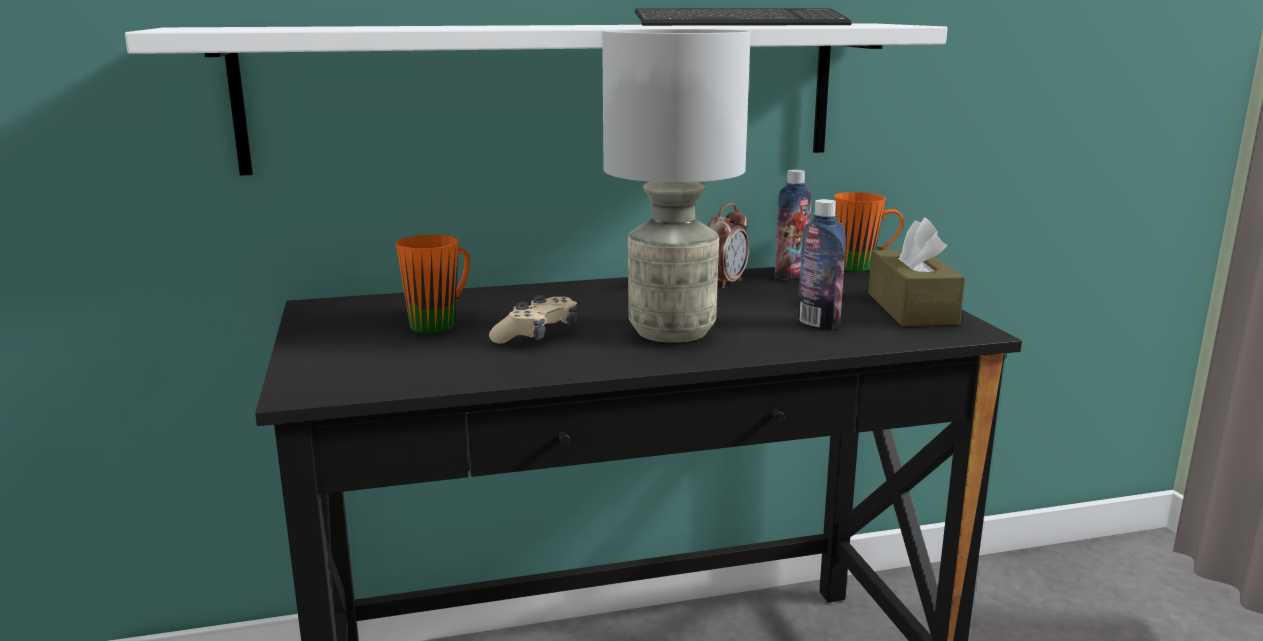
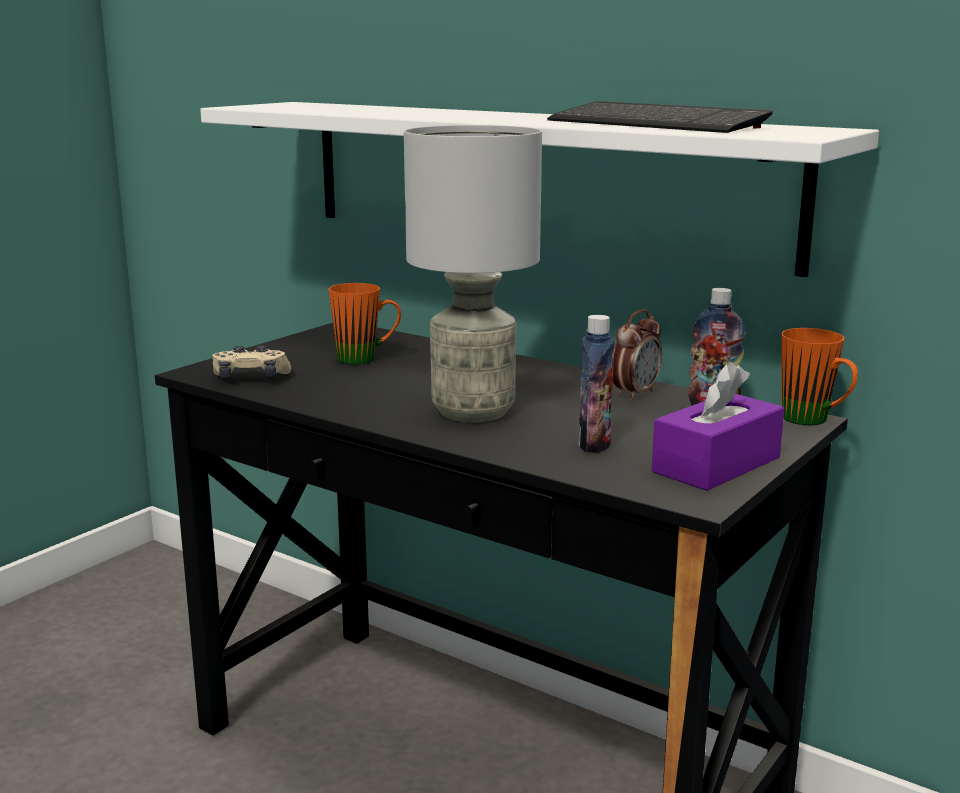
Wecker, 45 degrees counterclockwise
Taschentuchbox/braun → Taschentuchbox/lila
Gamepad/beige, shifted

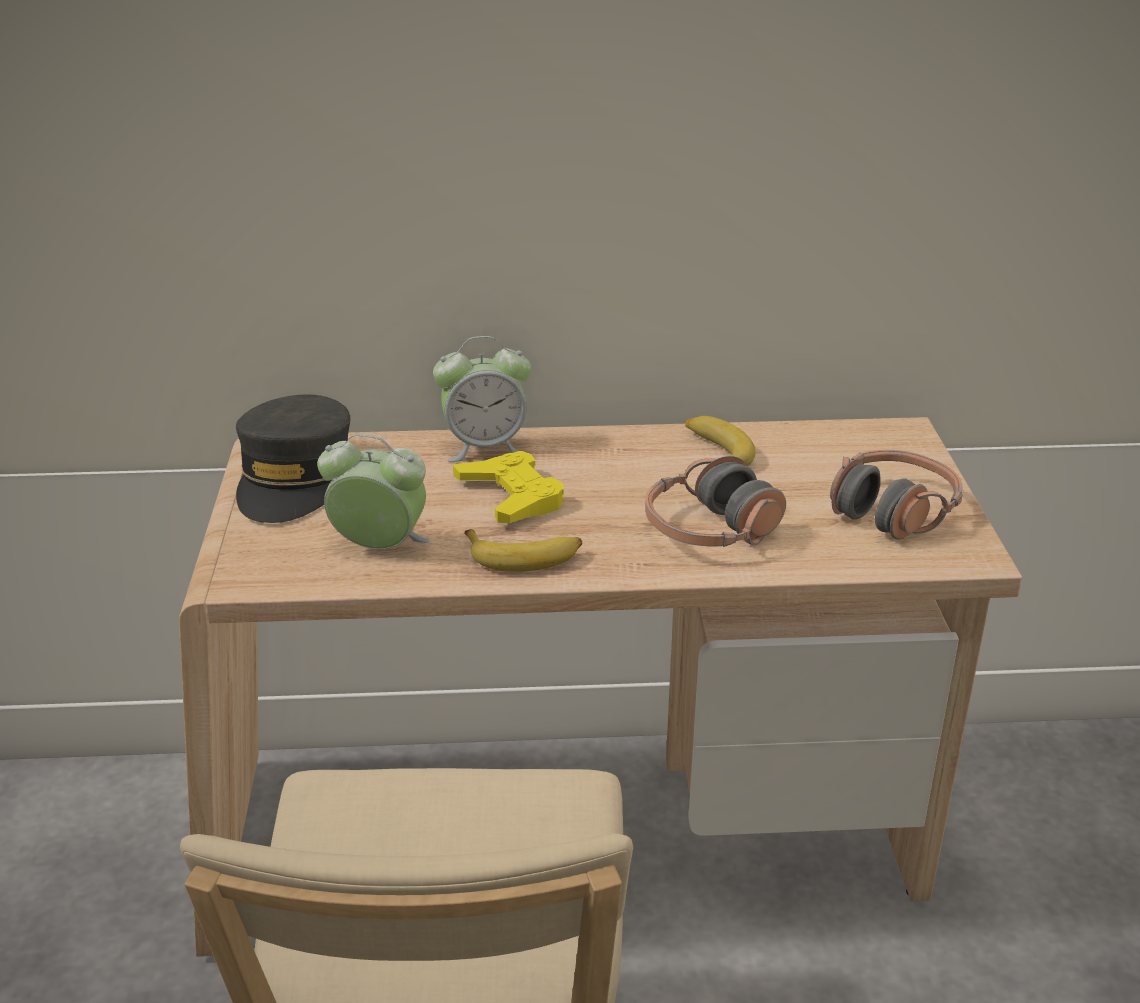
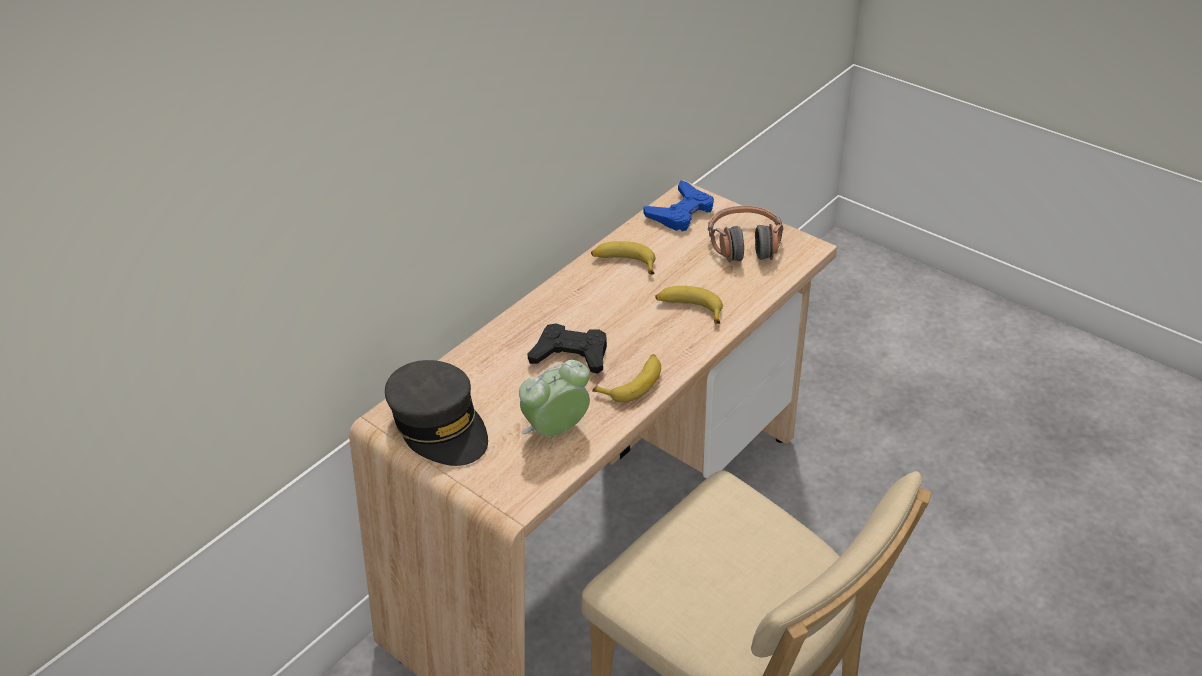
Wecker (no. 2 from left) → -
Gamepad/gelb → Gamepad/schwarz
Kopfhörer (no. 1 from left) → Banane (no. 3 from left)
- → Gamepad/blau

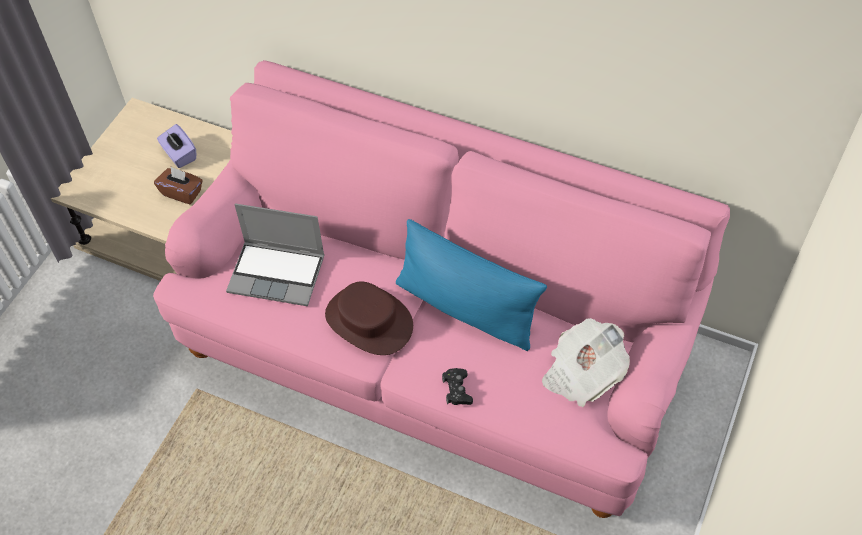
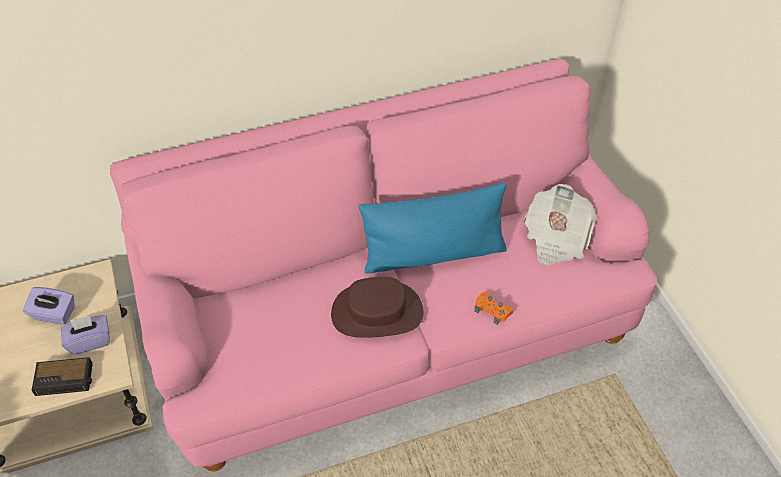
Taschentuchbox/braun → Taschentuchbox/lila (no. 2 from left)
Laptop → -
Gamepad/schwarz → Gamepad/orange
- → Wecker

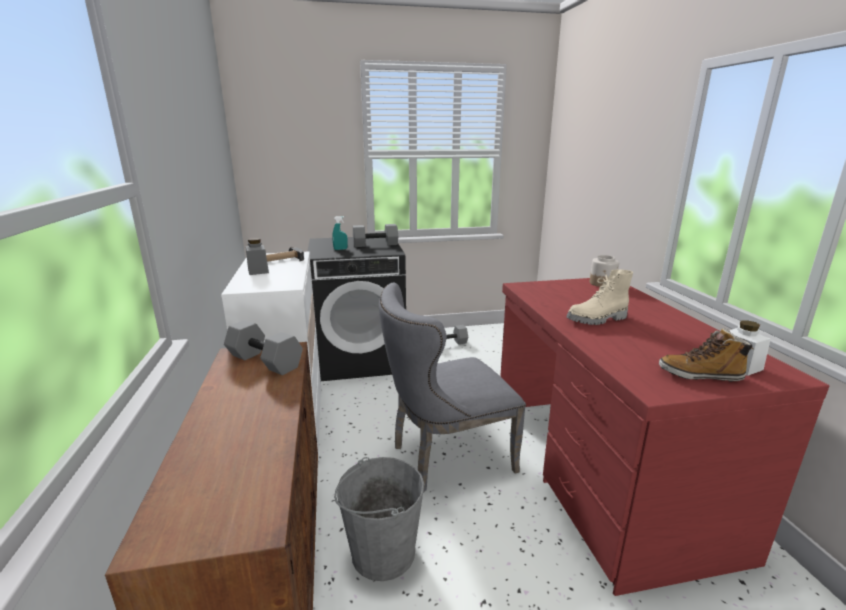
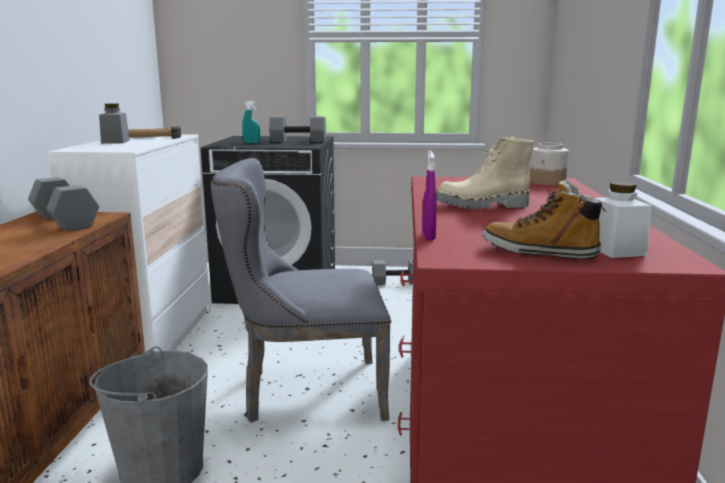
- → Sprühflasche/lila

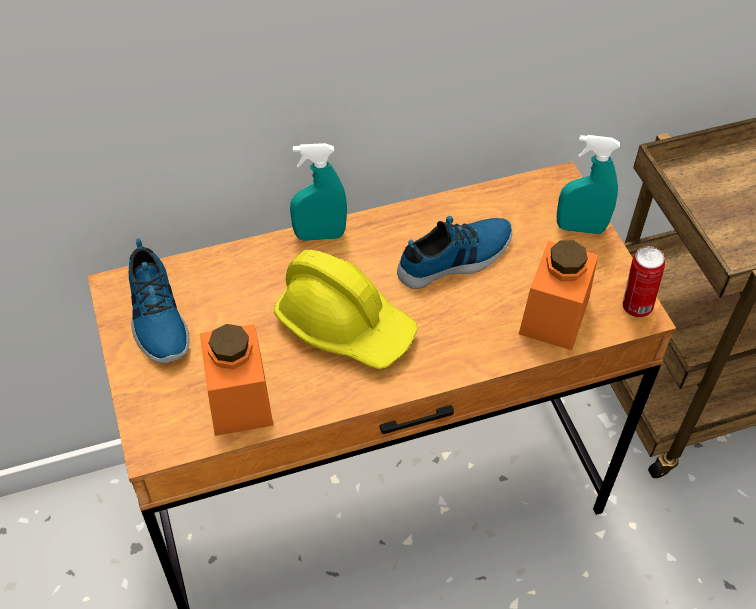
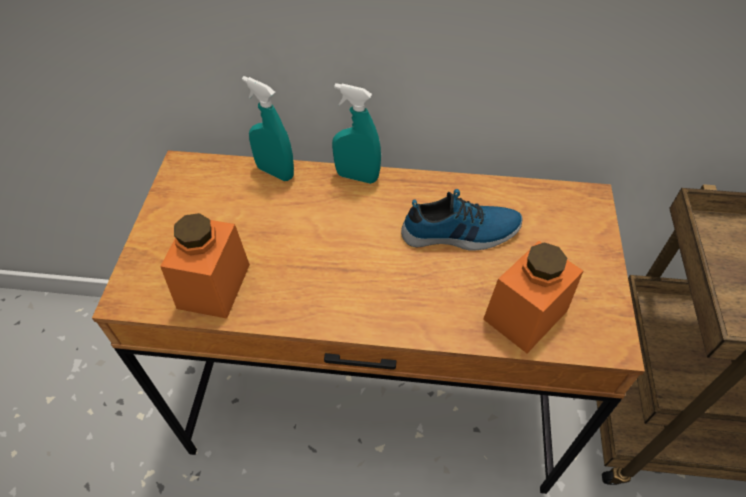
Sprühflasche/türkis (no. 2 from left in the first image) → Sprühflasche/türkis (no. 1 from left), shifted
Schuh (no. 1 from left) → -
Dose → -
Schutzhelm/gelb → -

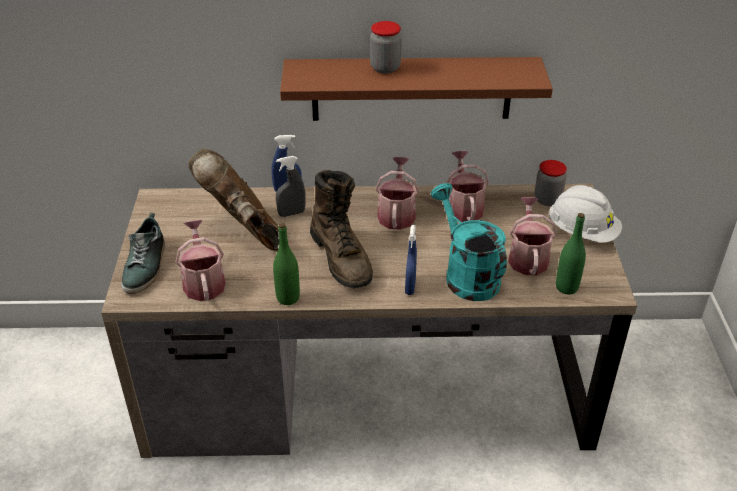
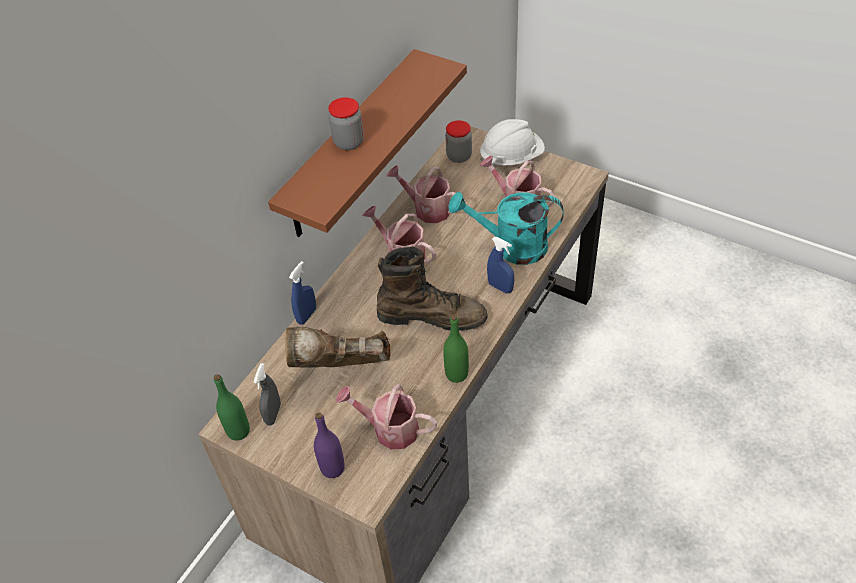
Sprühflasche/grau, shifted
Schuh → Flasche/lila
Flasche/grün (no. 2 from left in the first image) → Flasche/grün (no. 1 from left), shifted

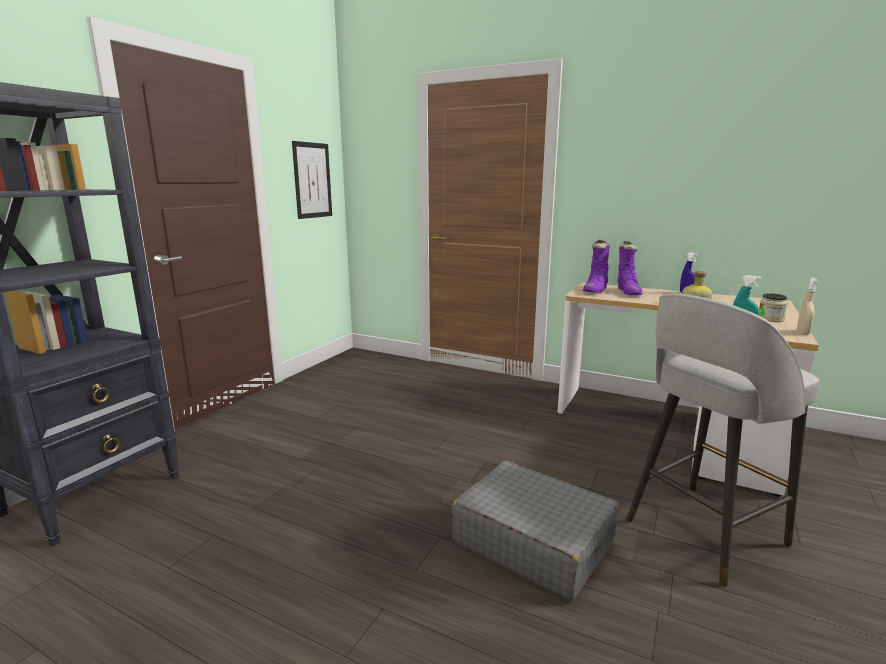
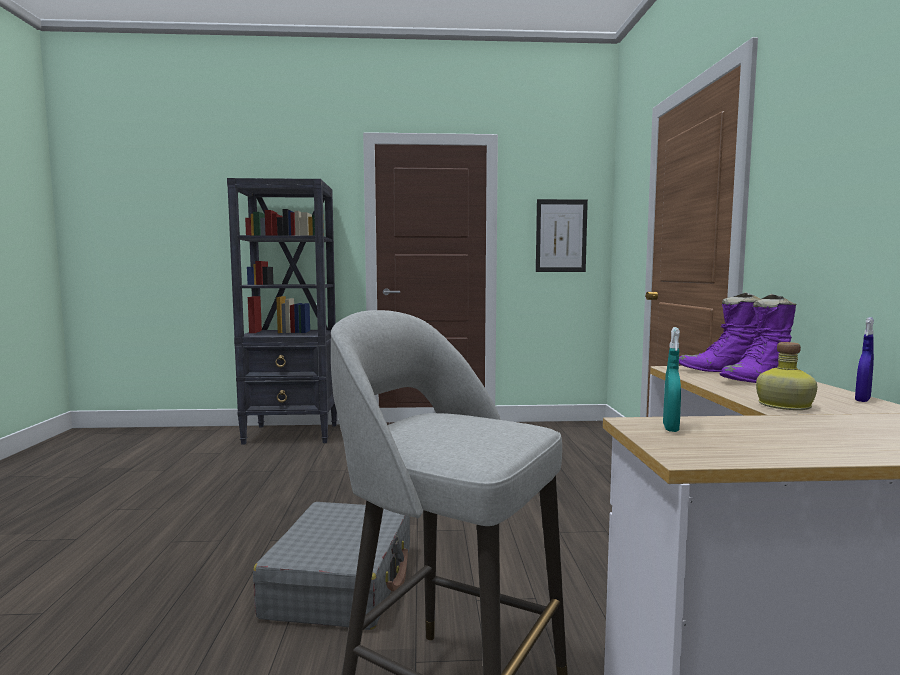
Sprühflasche/beige → -
Vorratsglas → -

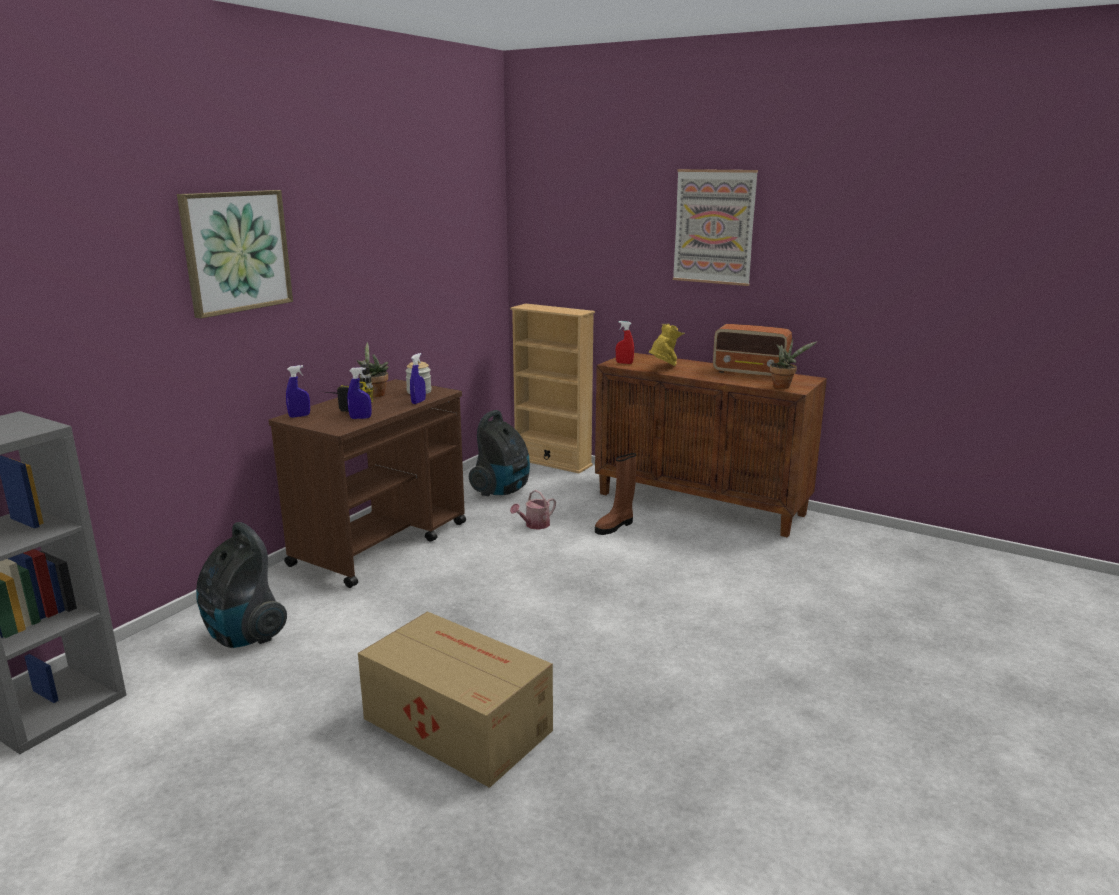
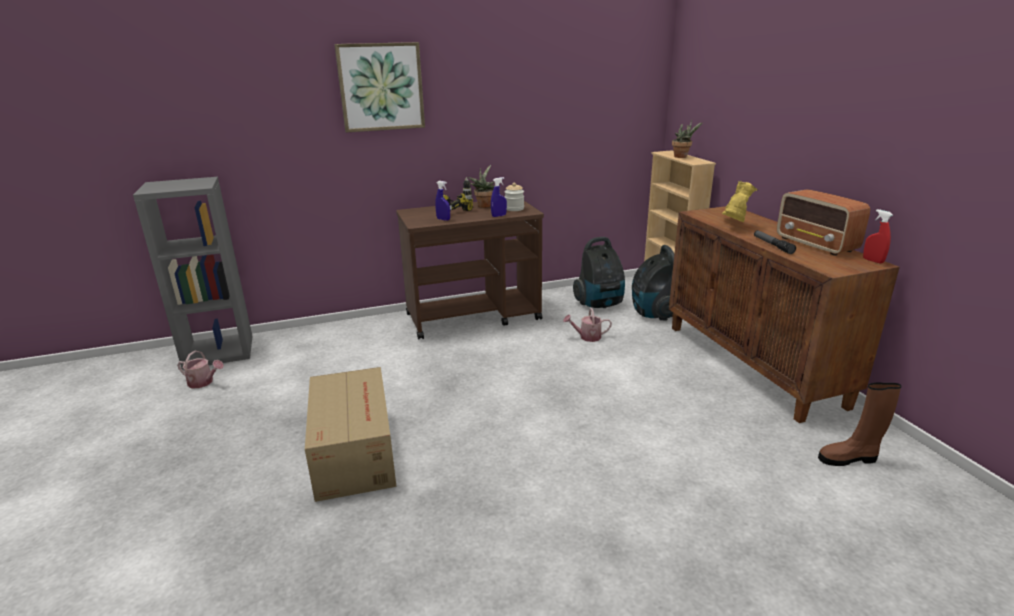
Bild (no. 2 from left) → -
Sprühflasche/rot, shifted
Stiefel/gelb, 45 degrees counterclockwise
Topfpflanze (no. 2 from left), shifted
Sprühflasche/blau (no. 1 from left) → -
Stiefel/braun, shifted
Staubsauger (no. 1 from left in the first image) → Staubsauger (no. 2 from left), shifted
- → Taschenlampe
- → Gießkanne (no. 1 from left)

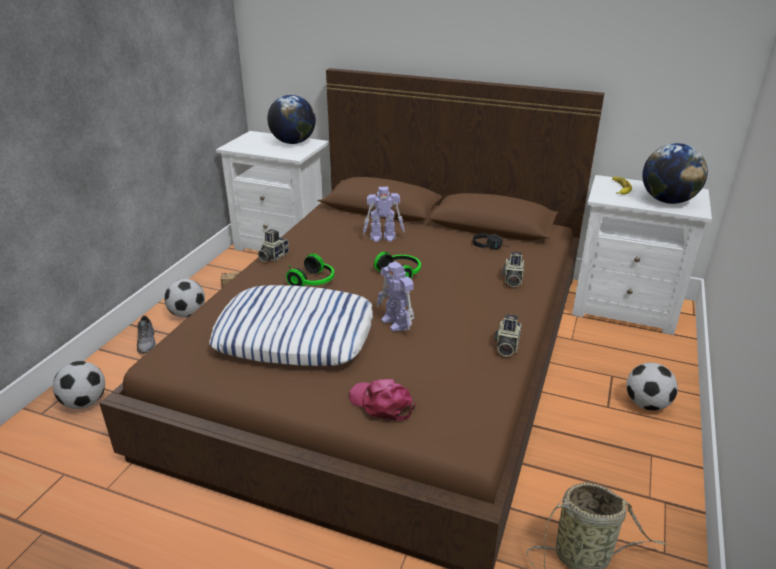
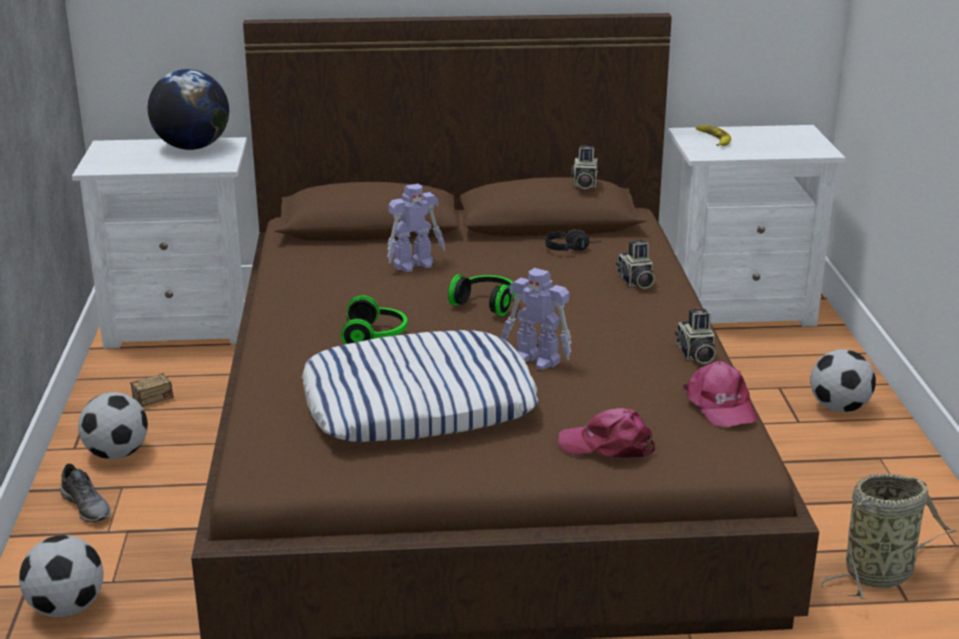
Globus (no. 2 from left) → -
Kamera (no. 1 from left), shifted
- → Kappe/rosa (no. 2 from left)

